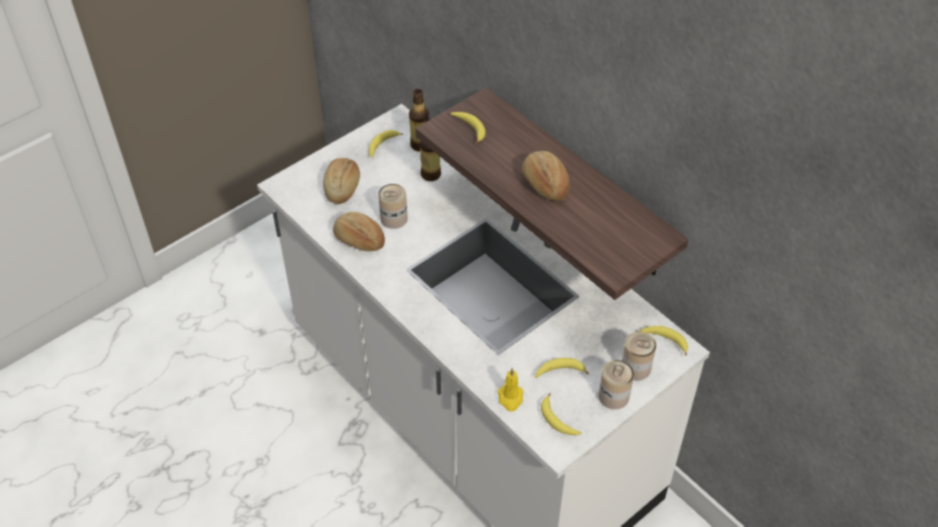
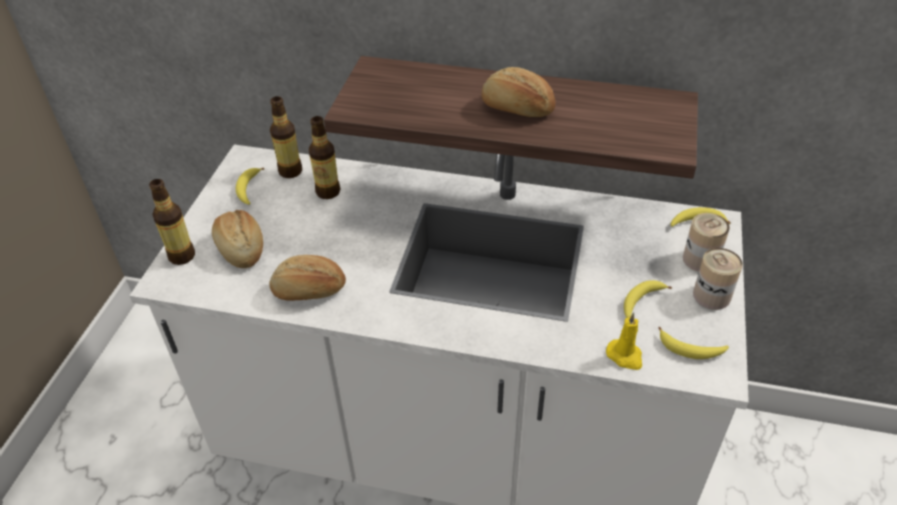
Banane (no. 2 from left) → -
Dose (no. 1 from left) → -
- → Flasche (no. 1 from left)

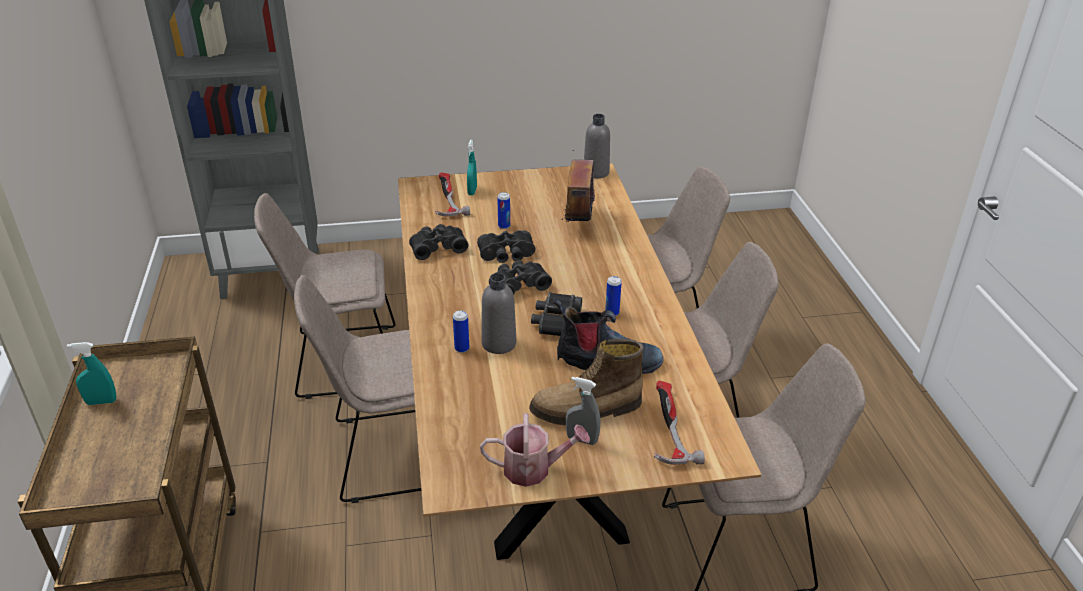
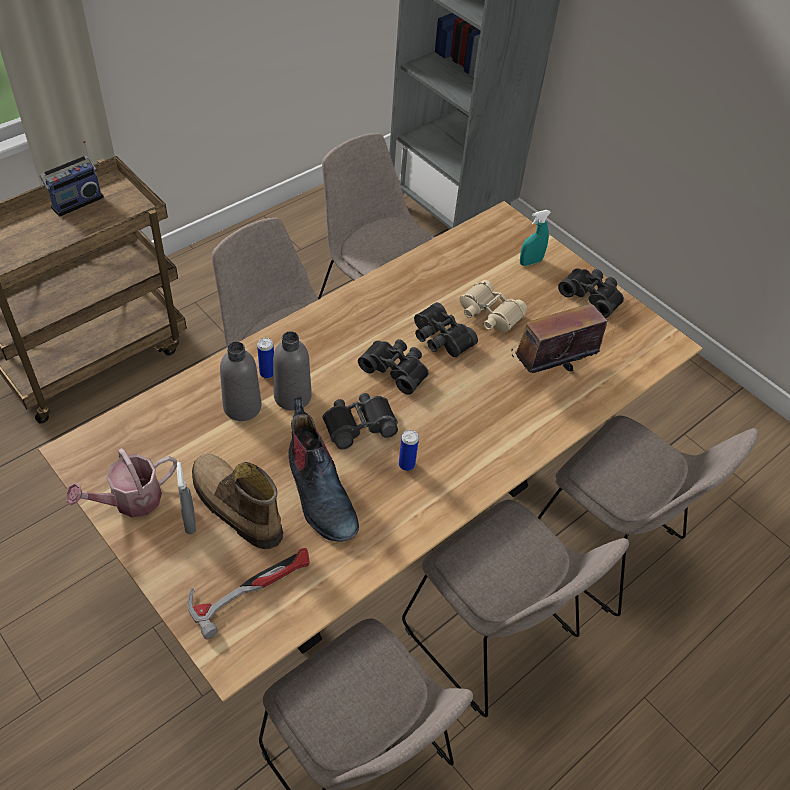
Flasche/grau (no. 2 from left in the first image) → Flasche/grau (no. 1 from left), shifted
Hammer (no. 1 from left) → -
Dose (no. 2 from left) → Fernglas/beige
Fernglas/schwarz (no. 1 from left in the first image) → Fernglas/schwarz (no. 4 from left), shifted
Sprühflasche/türkis (no. 1 from left) → Radio (no. 1 from left)
Gießkanne, 90 degrees clockwise

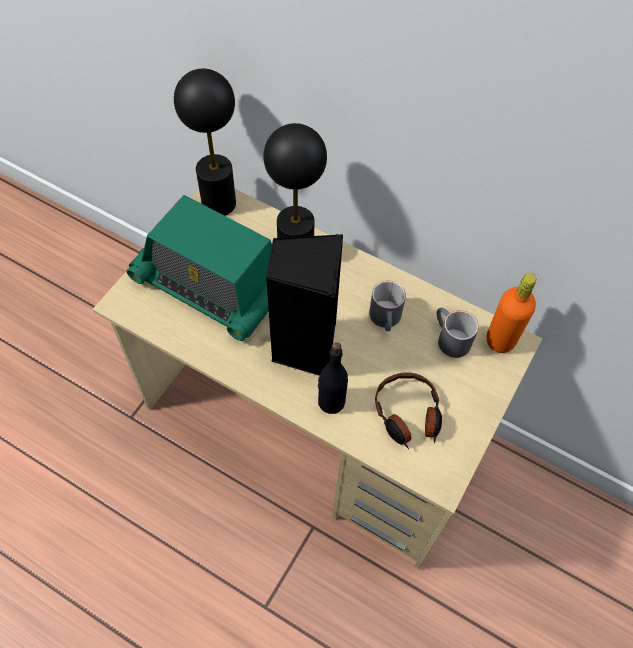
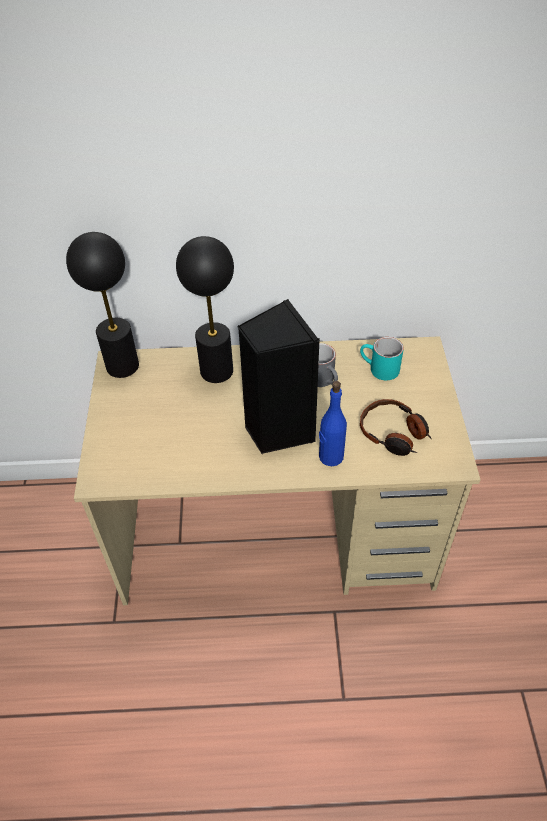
Radio → -
Flasche/orange → -
Henkelbecher/grau (no. 2 from left) → Henkelbecher/türkis
Flasche/schwarz → Flasche/blau

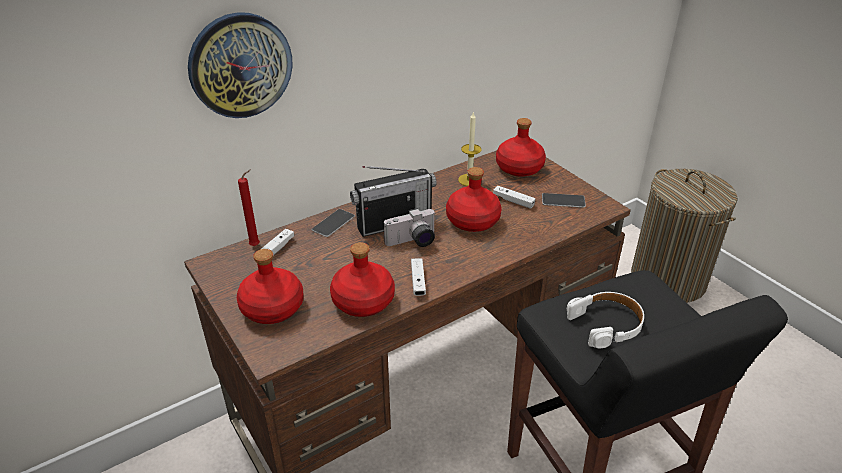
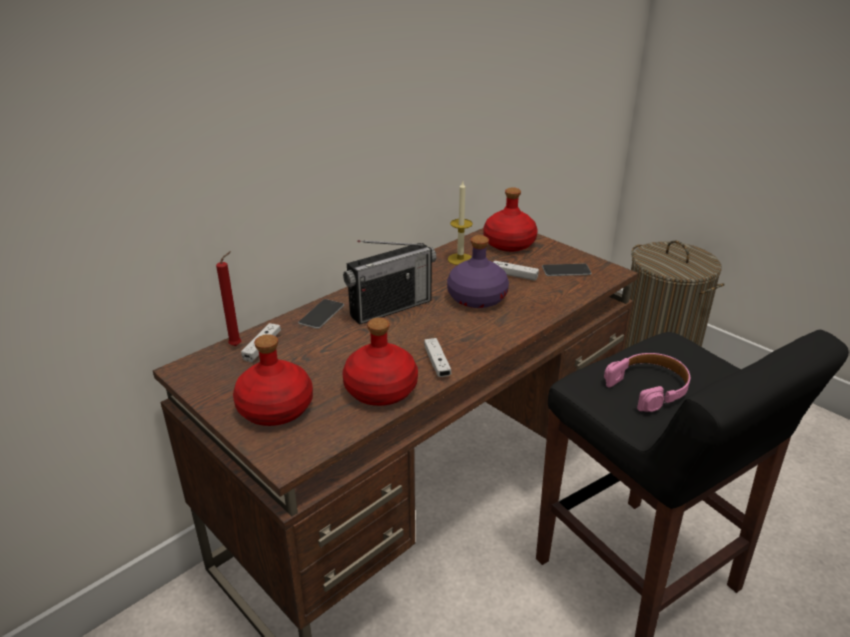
Wanduhr → -
Flasche/rot (no. 3 from left) → Flasche/lila
Kamera → -
Kopfhörer/weiß → Kopfhörer/rosa

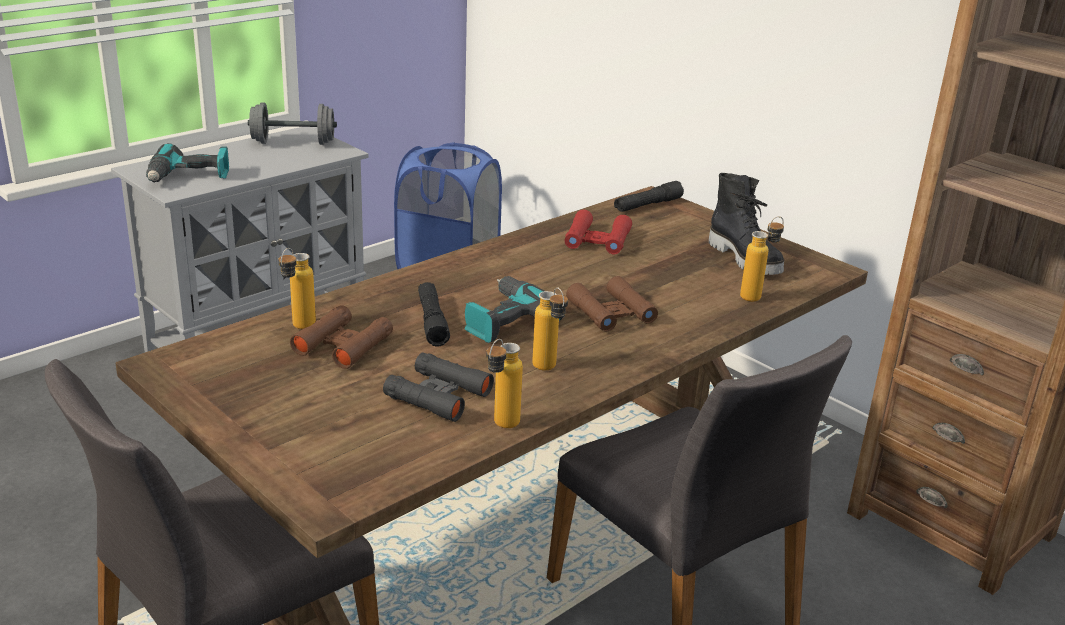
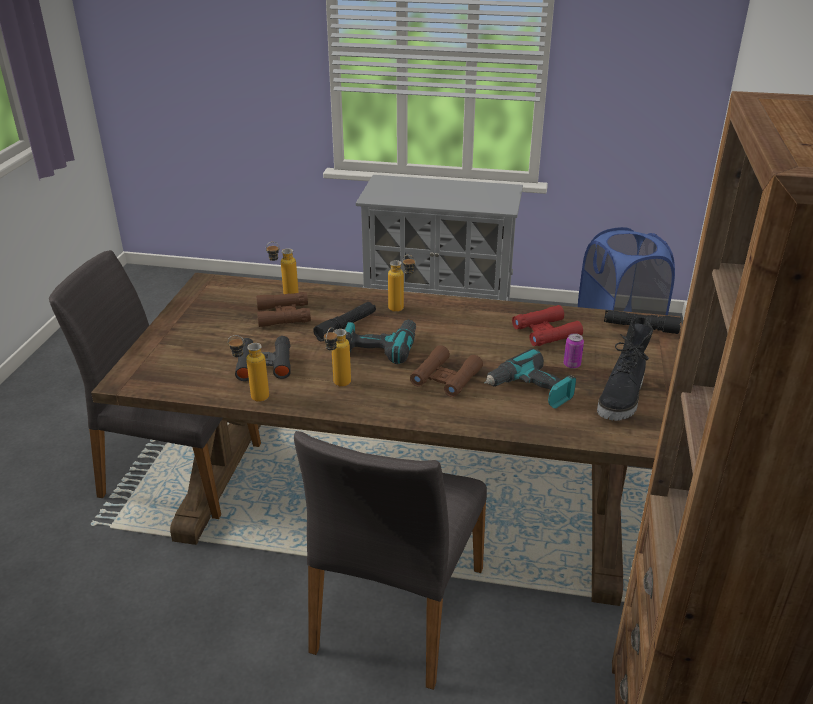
Hantel/grau → -
Bohrmaschine (no. 1 from left in the first image) → Bohrmaschine (no. 2 from left), shifted
Flasche (no. 4 from left), shifted
- → Dose

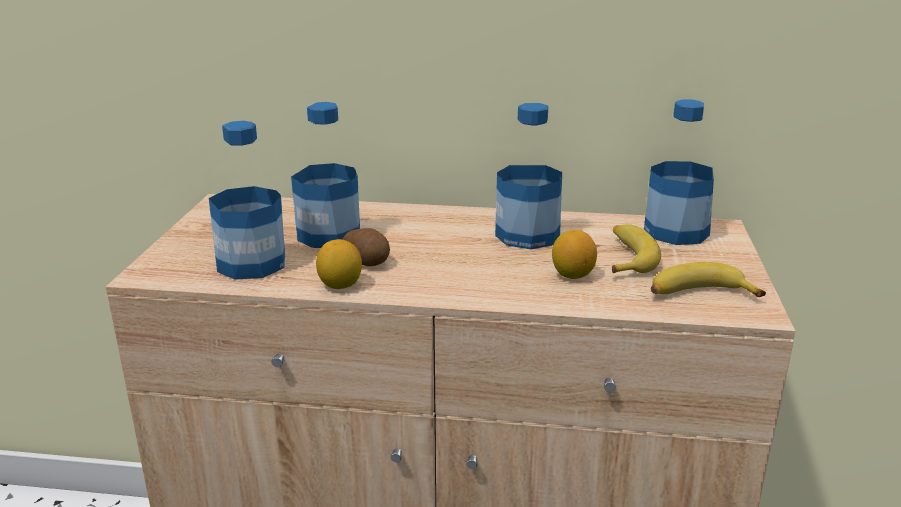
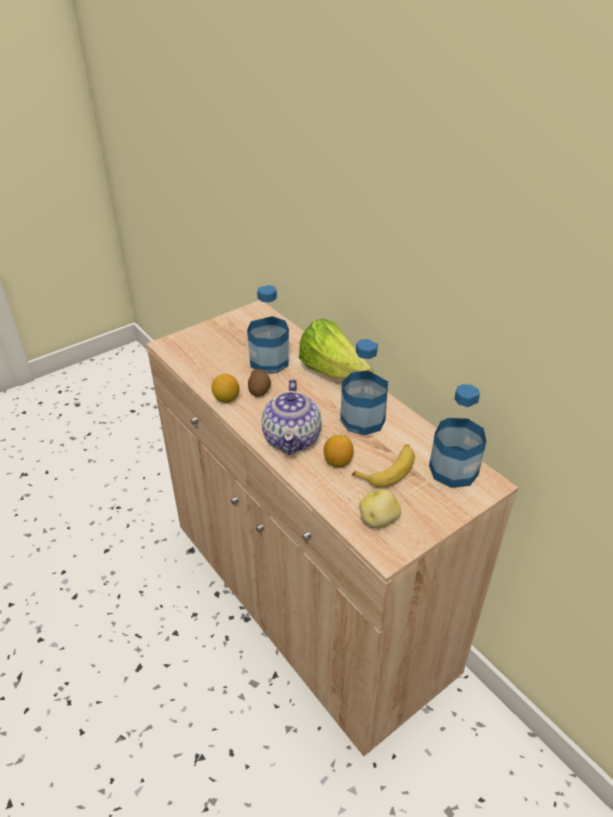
Flasche (no. 1 from left) → -
Banane (no. 2 from left) → Kartoffel (no. 2 from left)
- → Salatkopf
- → Teekanne

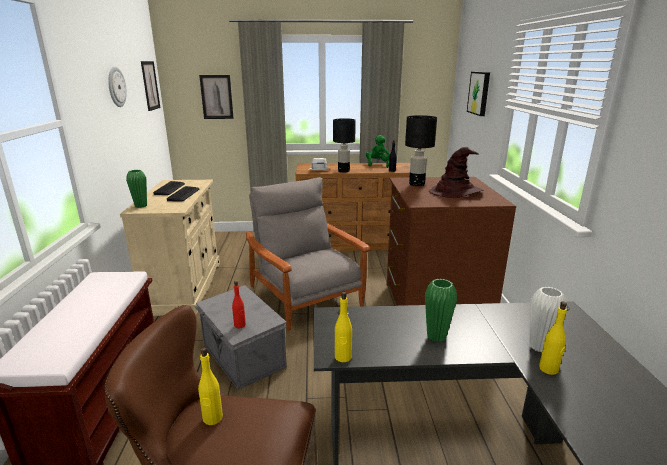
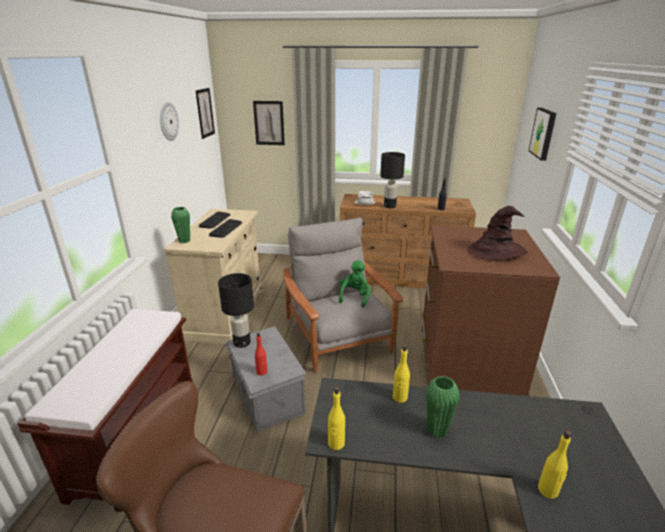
Tischlampe/schwarz (no. 2 from left in the first image) → Tischlampe/schwarz (no. 1 from left), shifted
Plüschtier/grün, shifted
Vase/weiß → -
Flasche/gelb (no. 1 from left in the first image) → Flasche/gelb (no. 2 from left), shifted

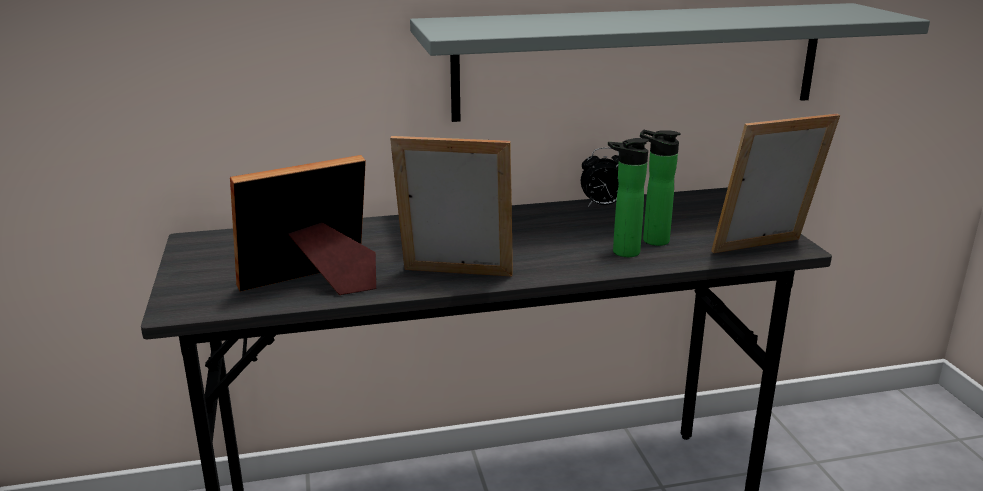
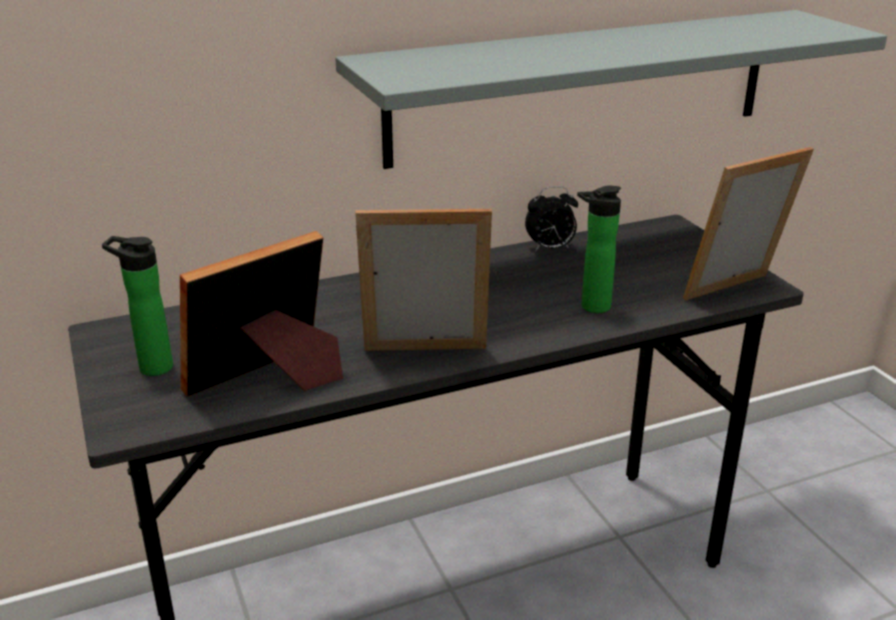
Flasche (no. 2 from left in the first image) → Flasche (no. 1 from left), shifted

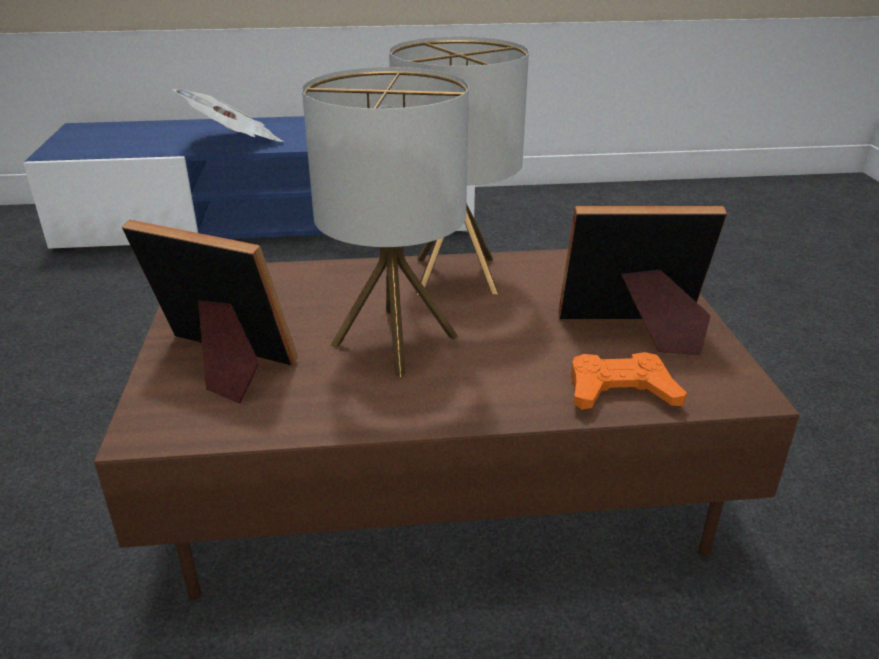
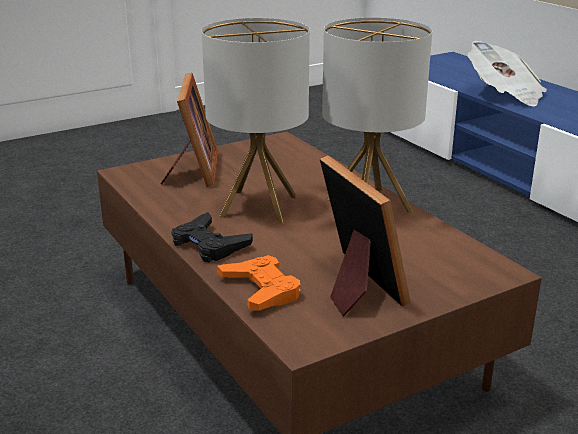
- → Gamepad/schwarz

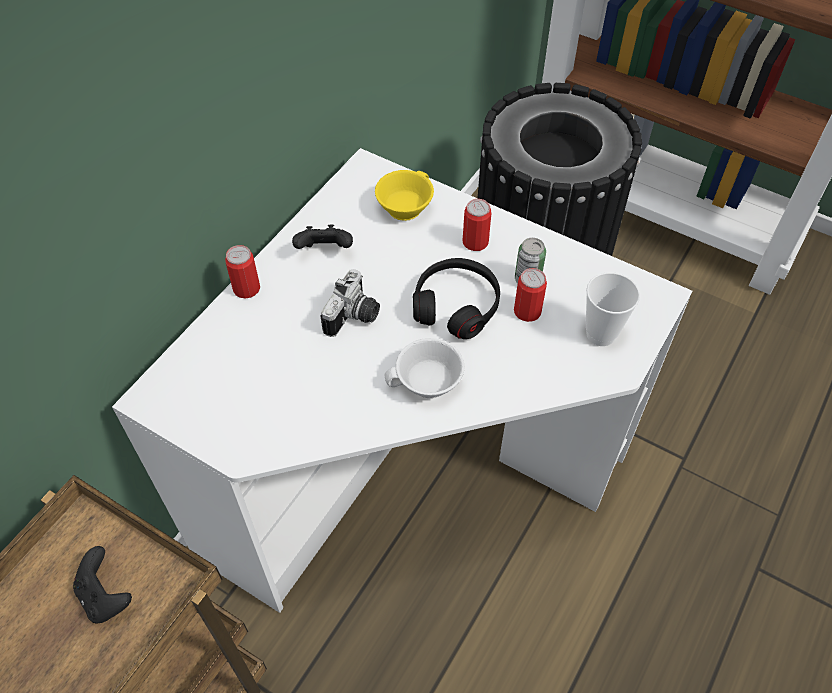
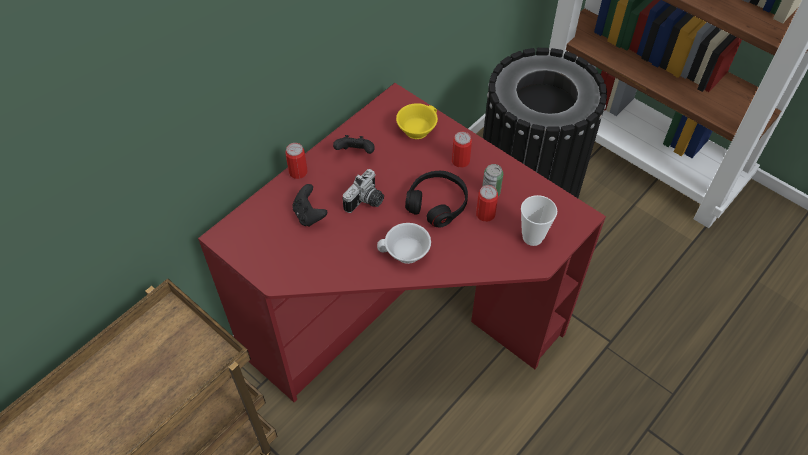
Schreibtisch/weiß → Schreibtisch/rot
Gamepad/schwarz (no. 1 from left), shifted

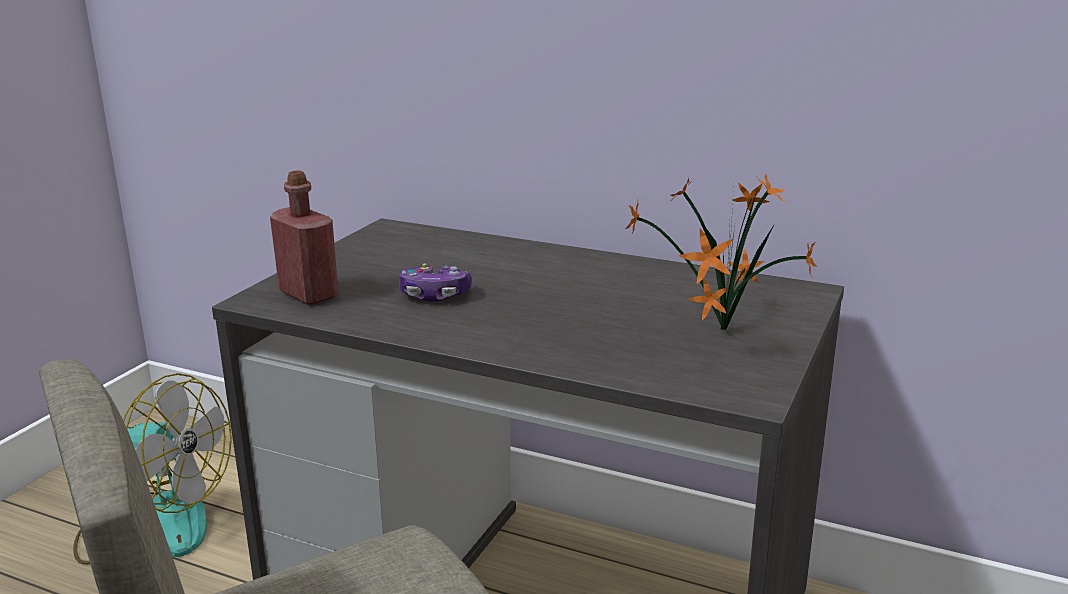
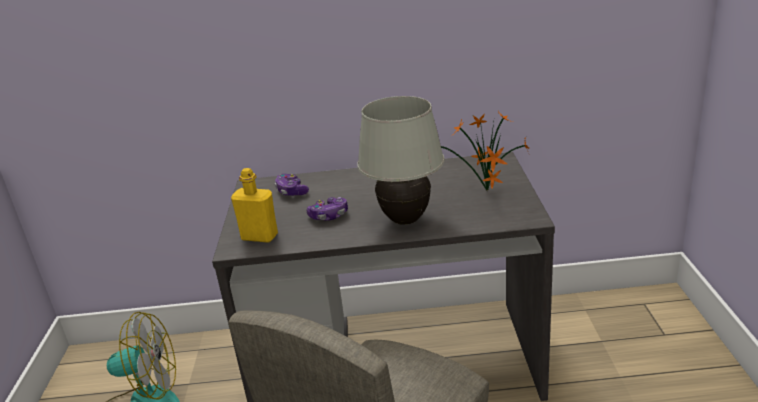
Flasche/rot → Flasche/gelb
- → Tischlampe/weiß
- → Gamepad (no. 1 from left)

